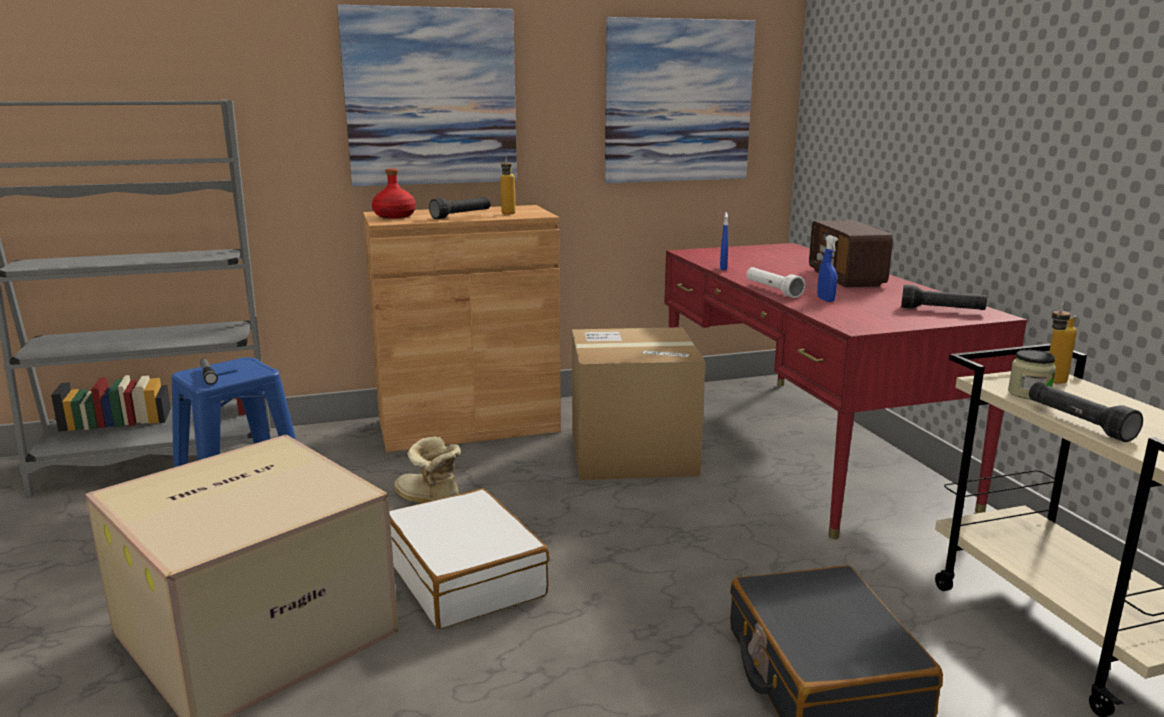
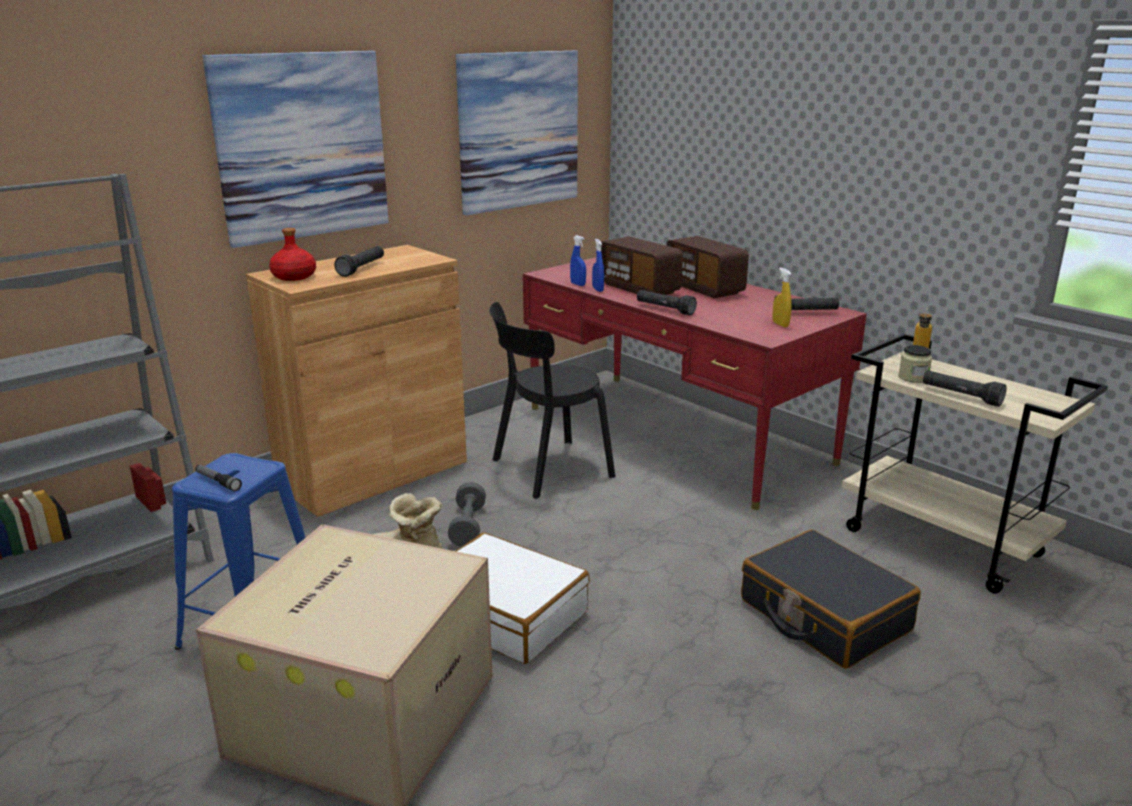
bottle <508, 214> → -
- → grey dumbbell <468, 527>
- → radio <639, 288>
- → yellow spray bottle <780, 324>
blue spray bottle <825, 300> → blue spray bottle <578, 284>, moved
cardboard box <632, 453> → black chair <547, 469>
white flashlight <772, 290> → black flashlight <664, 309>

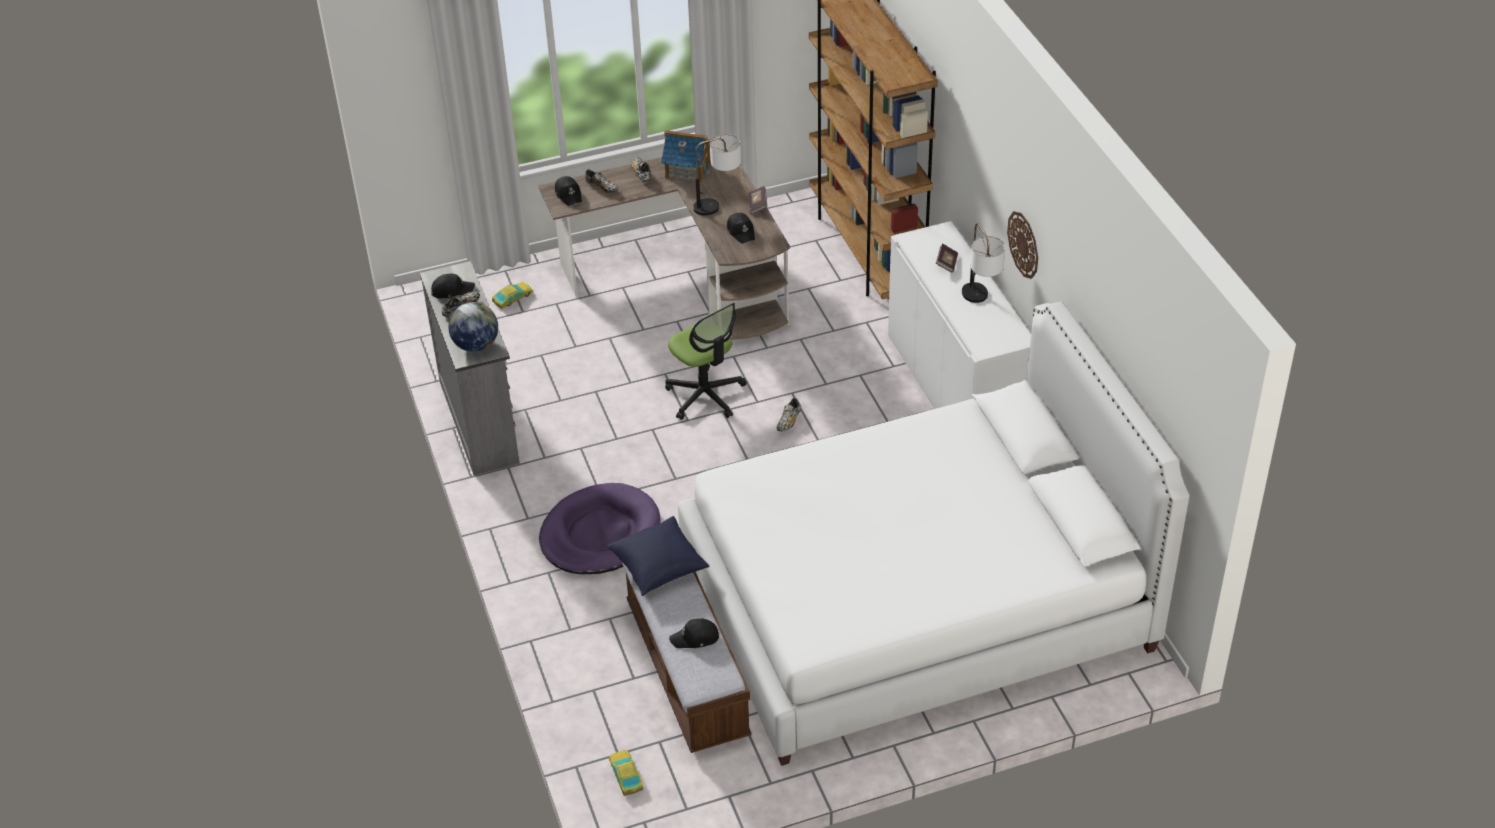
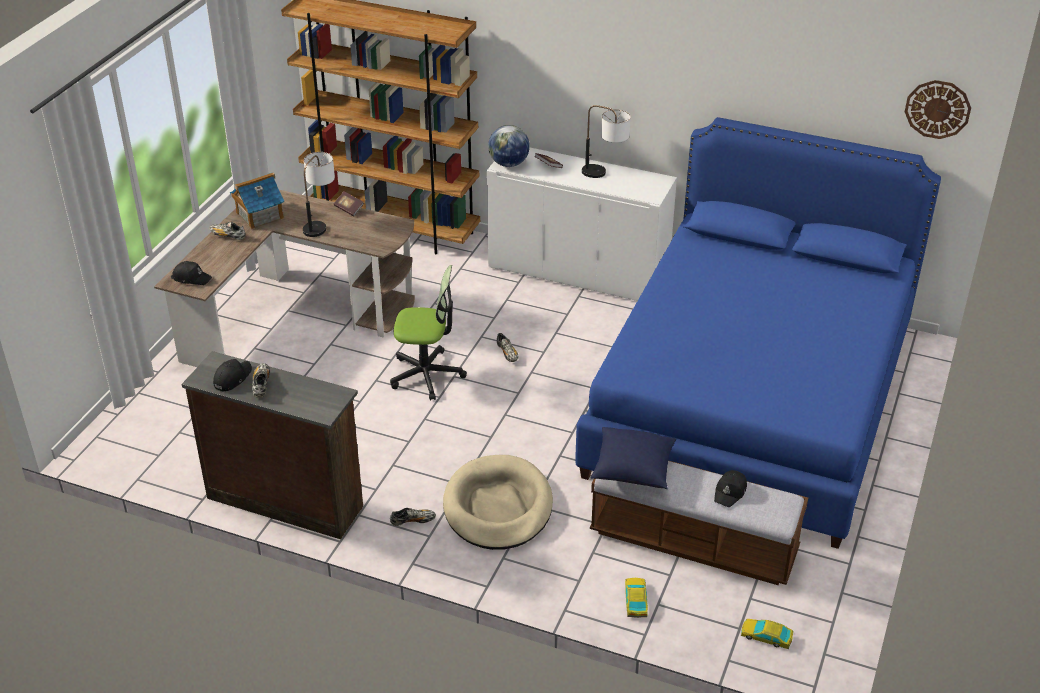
black cap <741, 231> → -
globe <476, 345> → globe <508, 164>, moved
toy car <512, 298> → toy car <635, 600>, moved
shoe <602, 187> → shoe <413, 521>, moved
wall clock <1024, 244> → wall clock <937, 109>, moved
grey dresser <481, 420> → brown dresser <285, 500>
purple dog bed <600, 534> → beige dog bed <498, 507>
white bed <915, 603> → blue bed <751, 400>

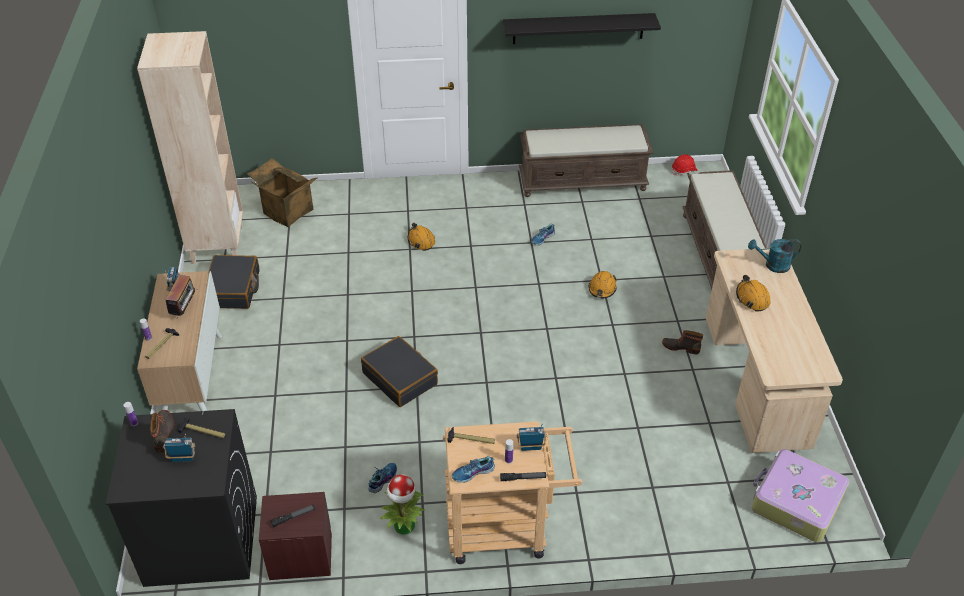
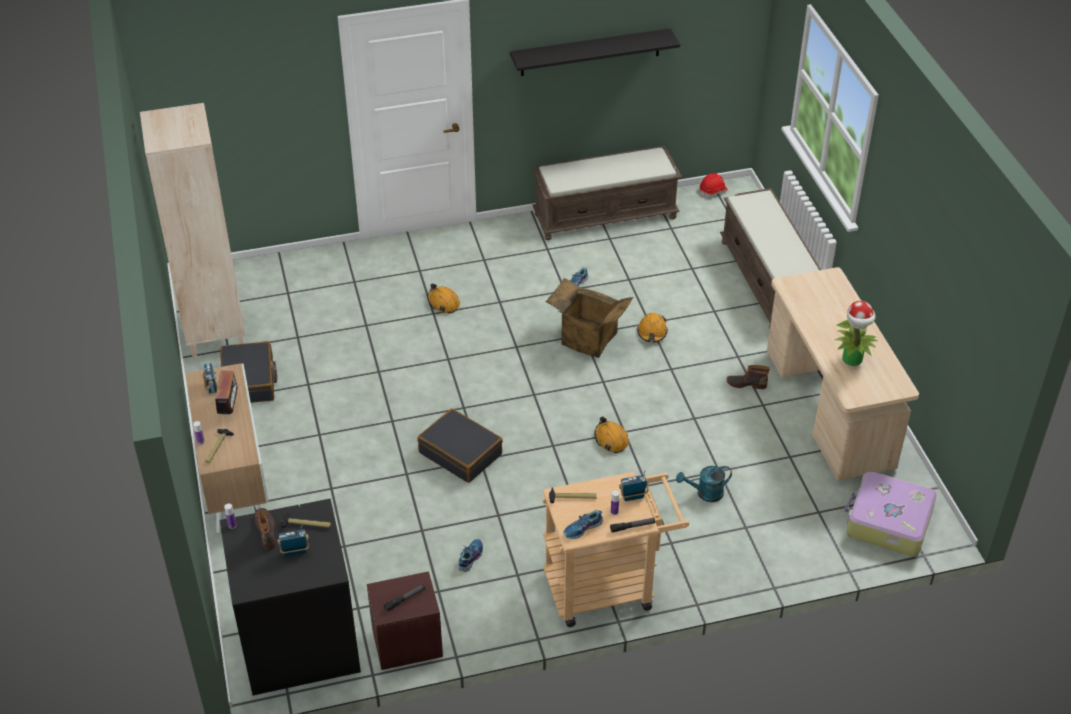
cardboard box <286, 212> → cardboard box <587, 340>, moved
potted plant <404, 526> → potted plant <852, 359>, moved
orange hard hat <752, 298> → orange hard hat <611, 439>, moved
turquoise watering can <772, 265> → turquoise watering can <705, 493>, moved

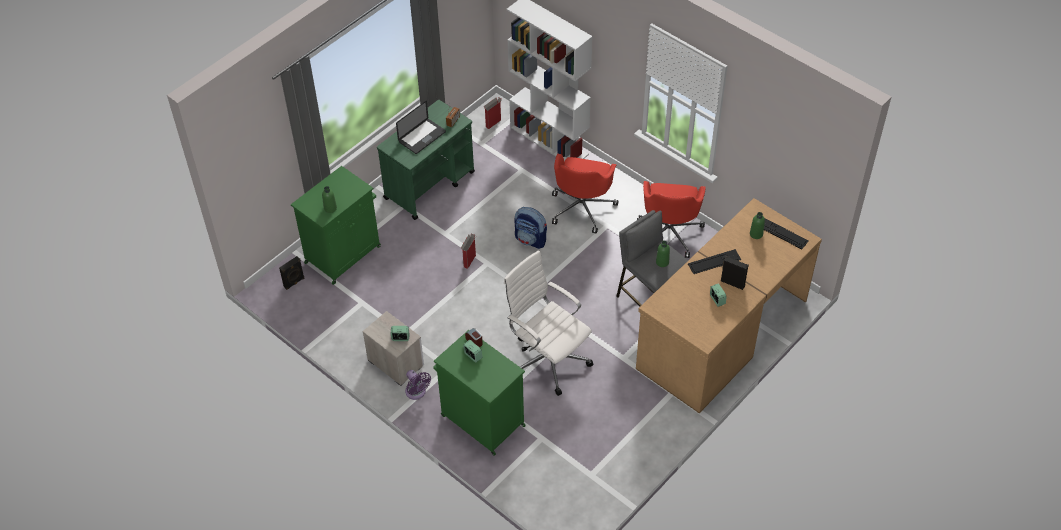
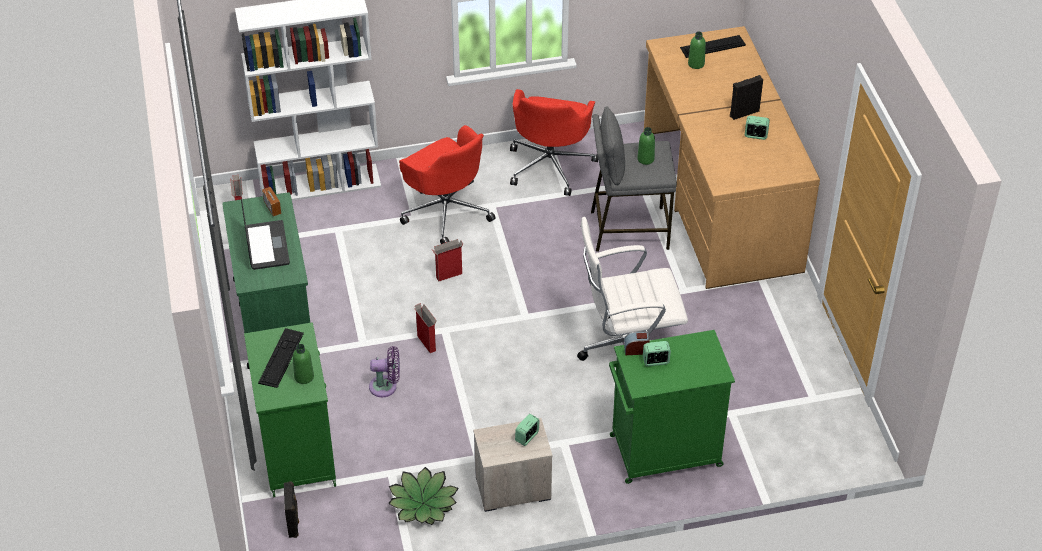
- → potted plant <423, 503>
purple fan <417, 392> → purple fan <386, 386>, moved
keyboard <714, 262> → keyboard <281, 358>, moved
backpack <531, 239> → cardboard box <448, 275>
red office chair <669, 232> → red office chair <550, 165>, 60 degrees clockwise

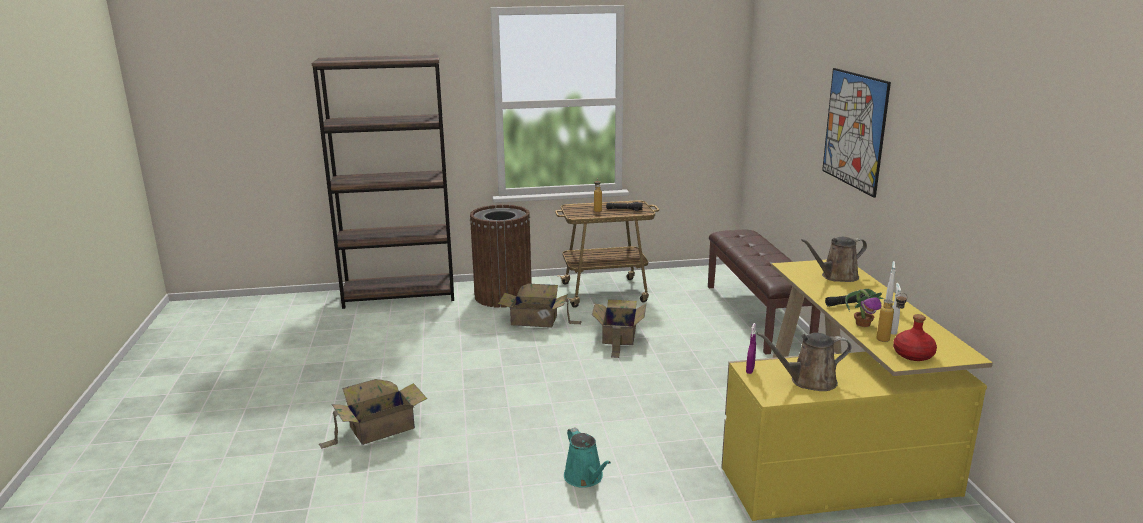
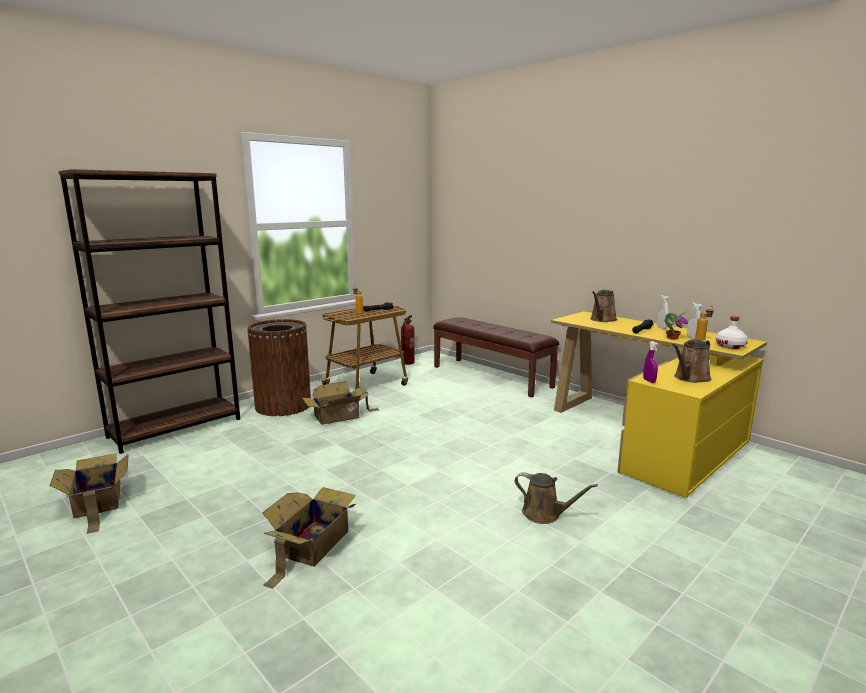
picture <854, 130> → -
- → fire extinguisher <407, 362>
cardboard box <618, 336> → cardboard box <97, 502>, moved
turquoise watering can <585, 478> → brown watering can <545, 514>
red bottle <913, 355> → white bottle <730, 346>

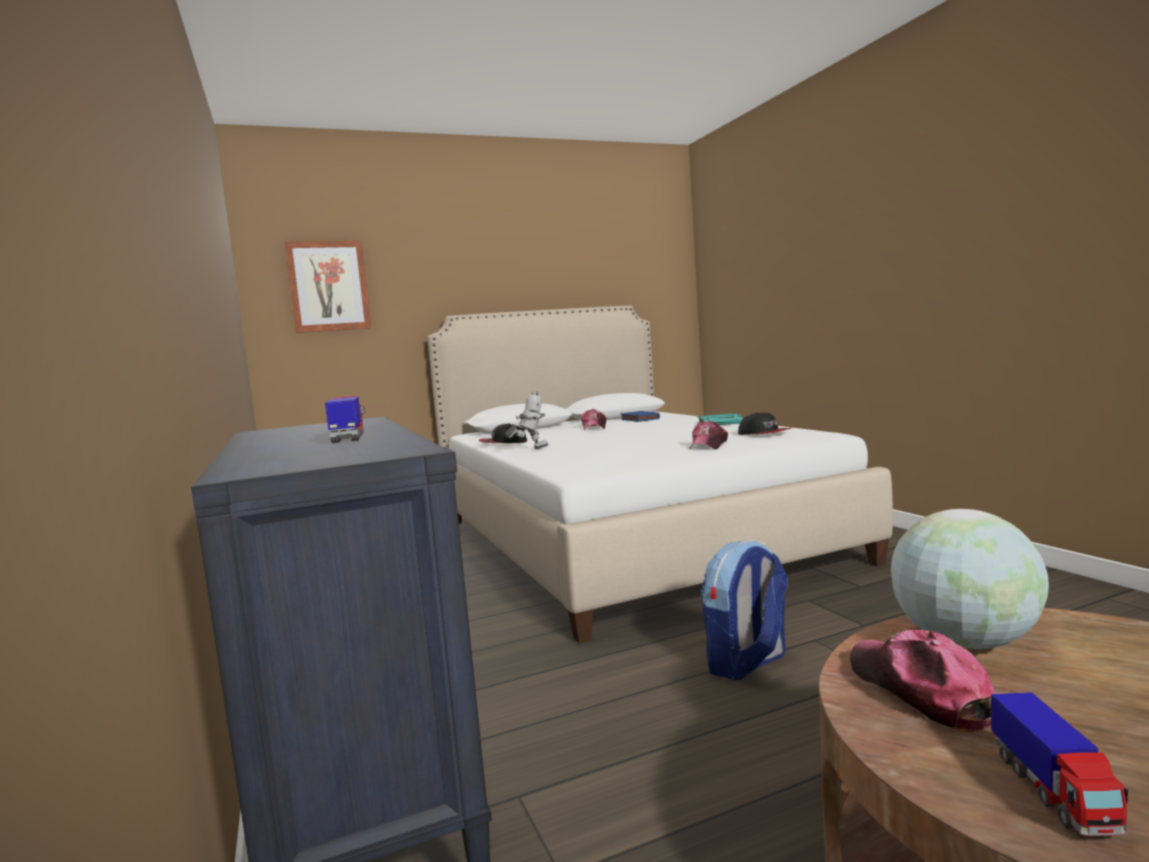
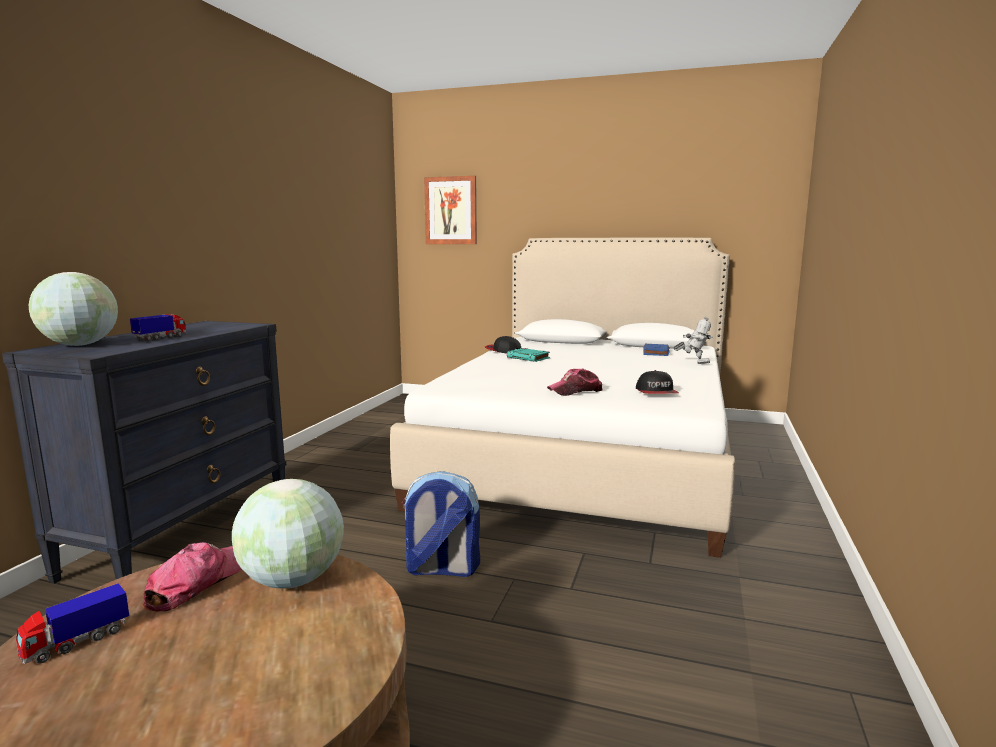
cap <594, 427> → -
- → globe <80, 345>
toy robot <530, 449> → toy robot <693, 363>, moved
turquoise book <720, 423> → turquoise book <528, 358>, moved

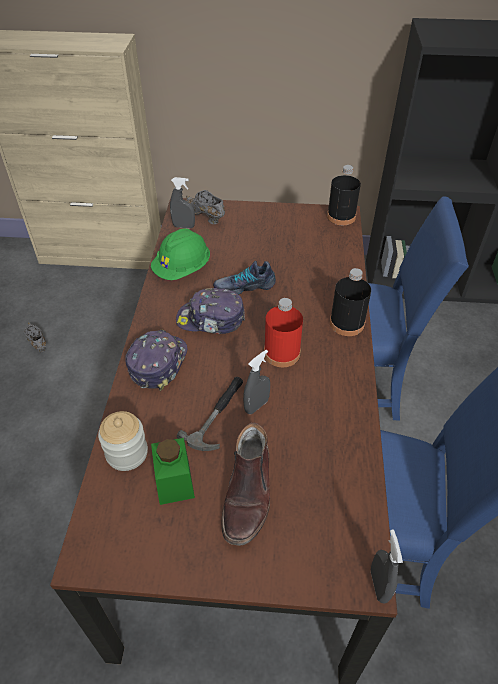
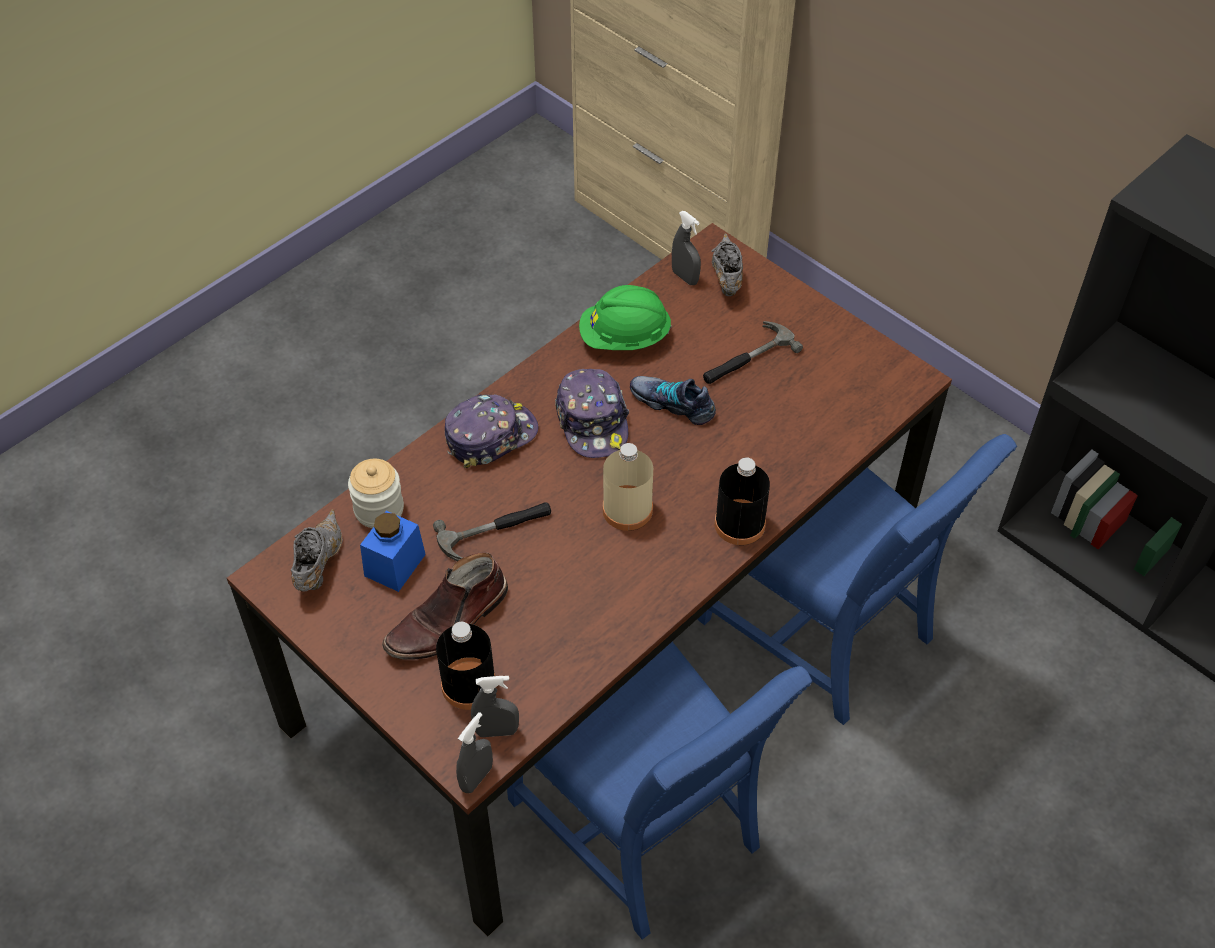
- → hammer <746, 358>
grey shoe <37, 343> → grey shoe <318, 565>, moved
grey spray bottle <256, 405> → grey spray bottle <496, 731>, moved
black bottle <341, 216> → black bottle <468, 685>, moved
green jar <174, 481> → blue jar <395, 565>
red bottle <282, 353> → beige bottle <627, 510>
cap <211, 320> → cap <593, 421>, 150 degrees counterclockwise

